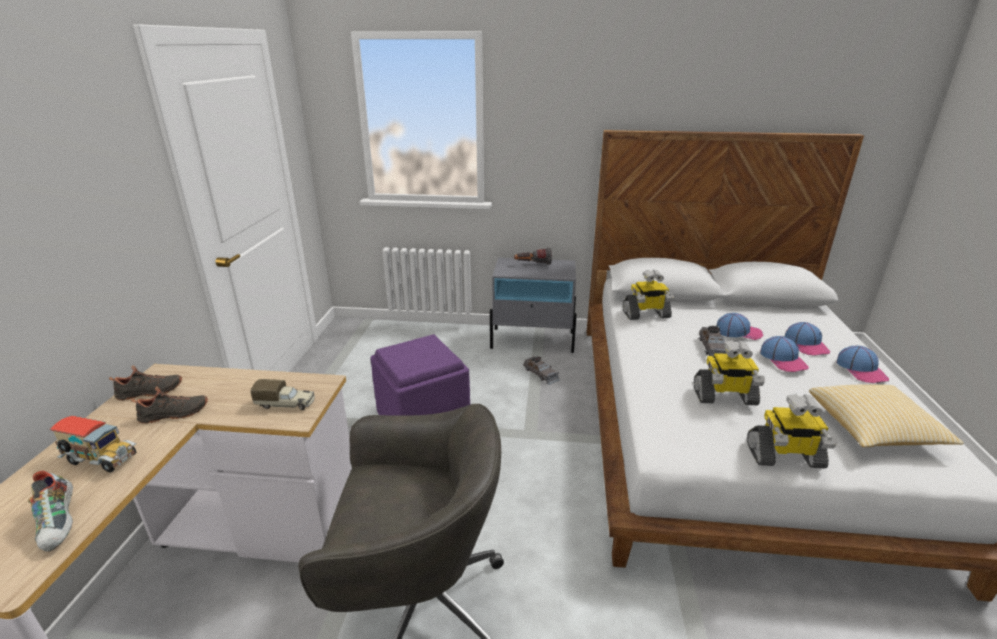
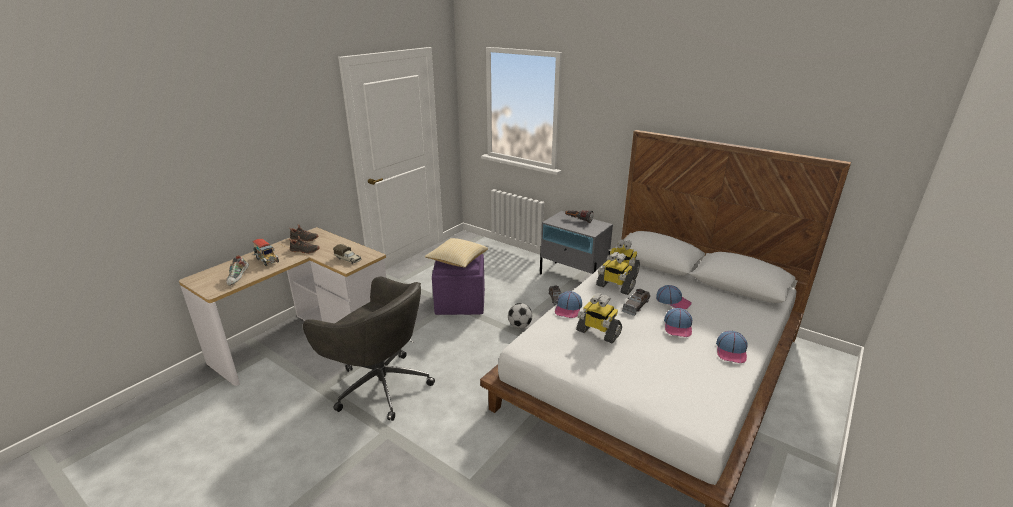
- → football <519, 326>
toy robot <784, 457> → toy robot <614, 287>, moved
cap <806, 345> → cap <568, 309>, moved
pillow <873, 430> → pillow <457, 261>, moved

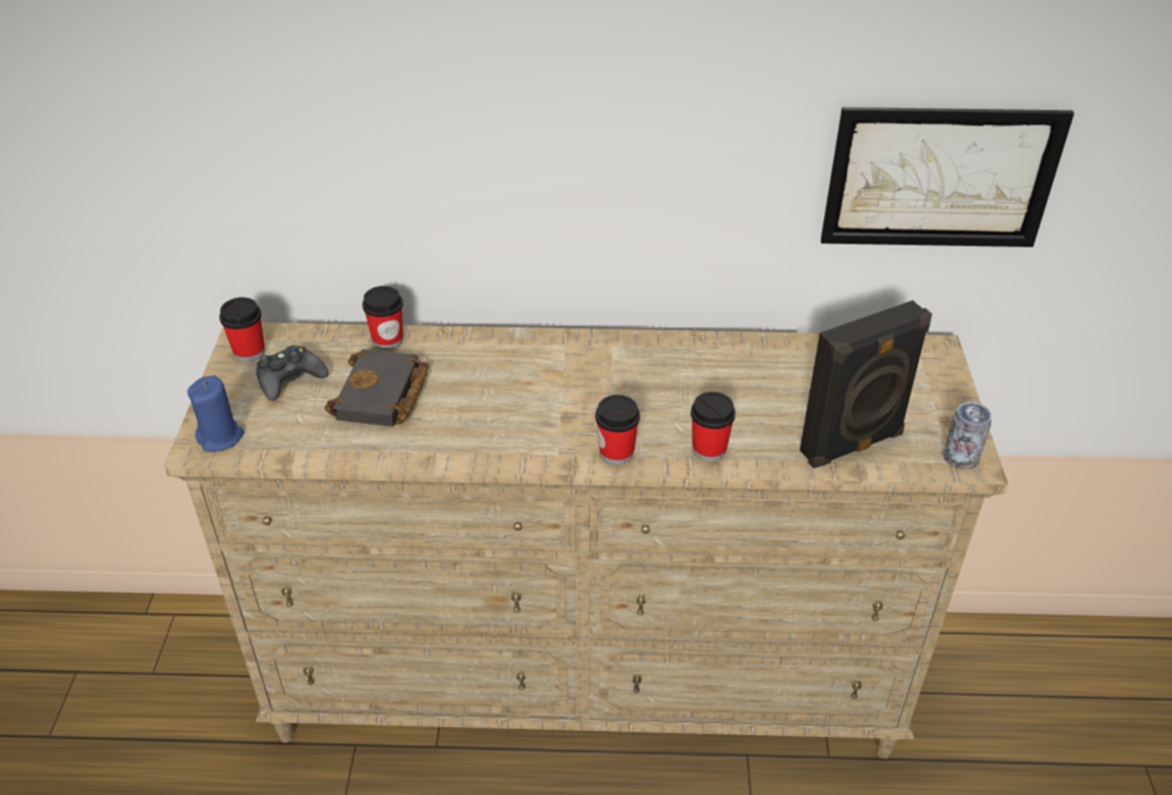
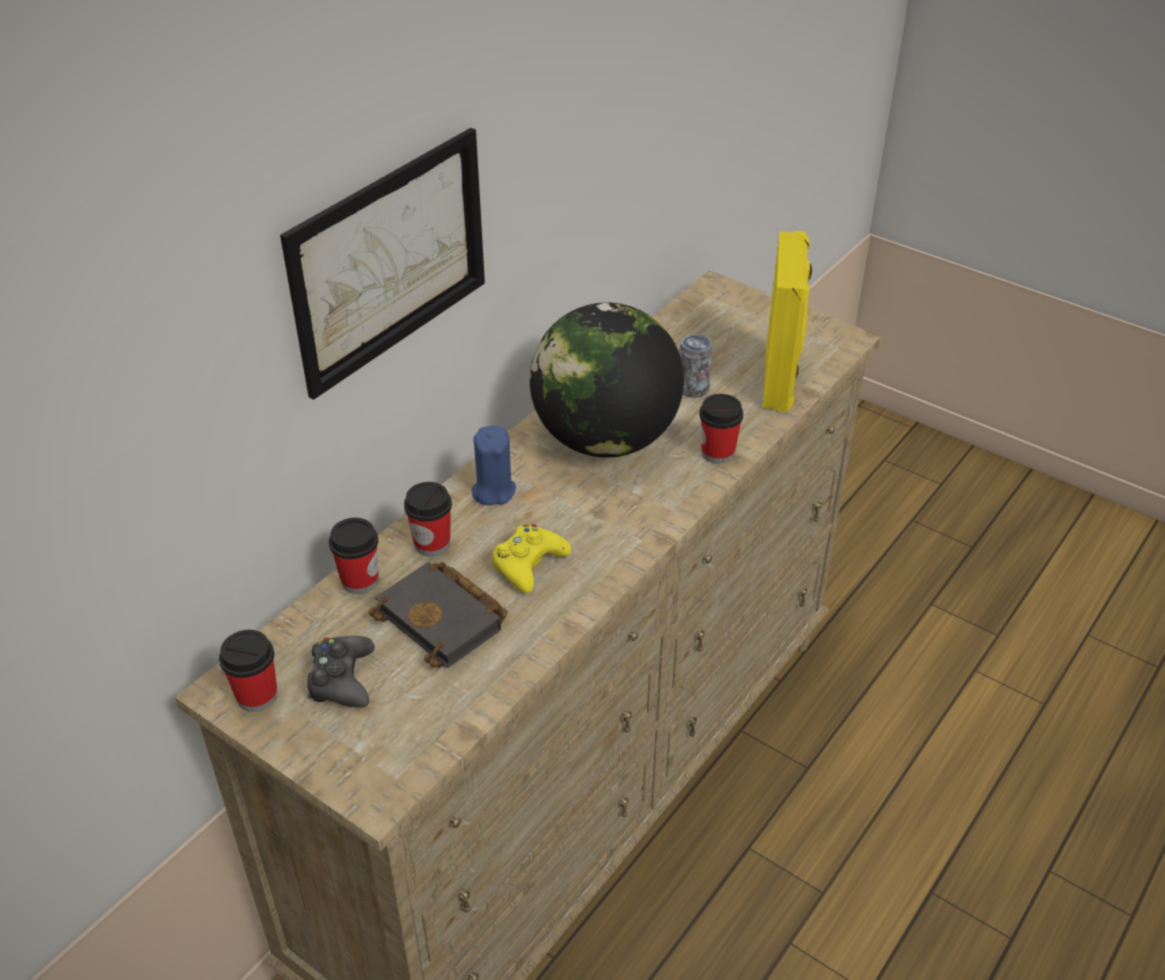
- → yellow game controller <528, 564>
- → globe <605, 440>
blue candle <221, 437> → blue candle <493, 491>, moved
cup <616, 453> → cup <432, 543>, moved
picture <940, 178> → picture <390, 260>, moved
can <960, 458> → can <693, 389>, moved
black speaker <853, 445> → yellow speaker <780, 380>

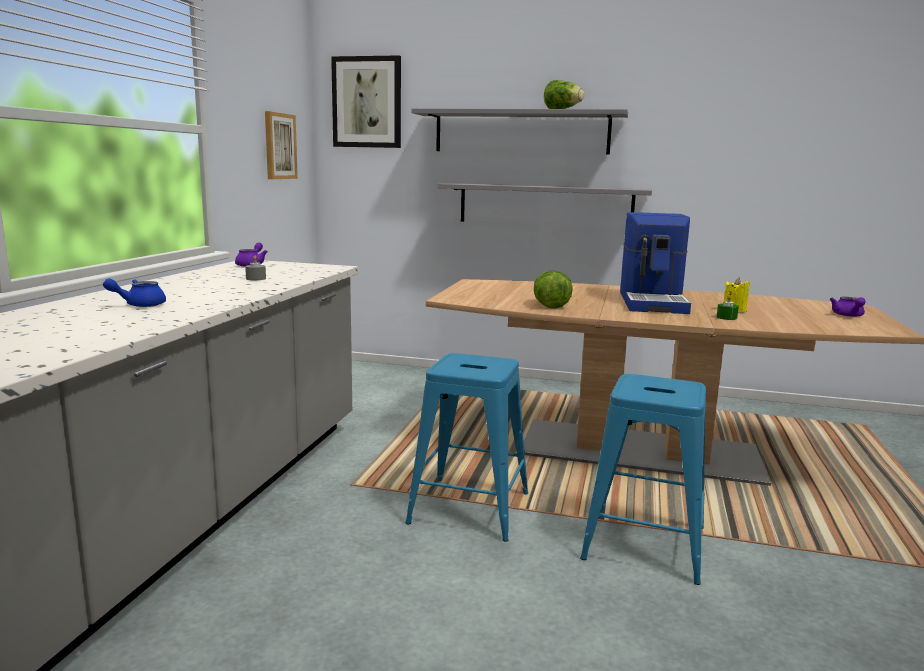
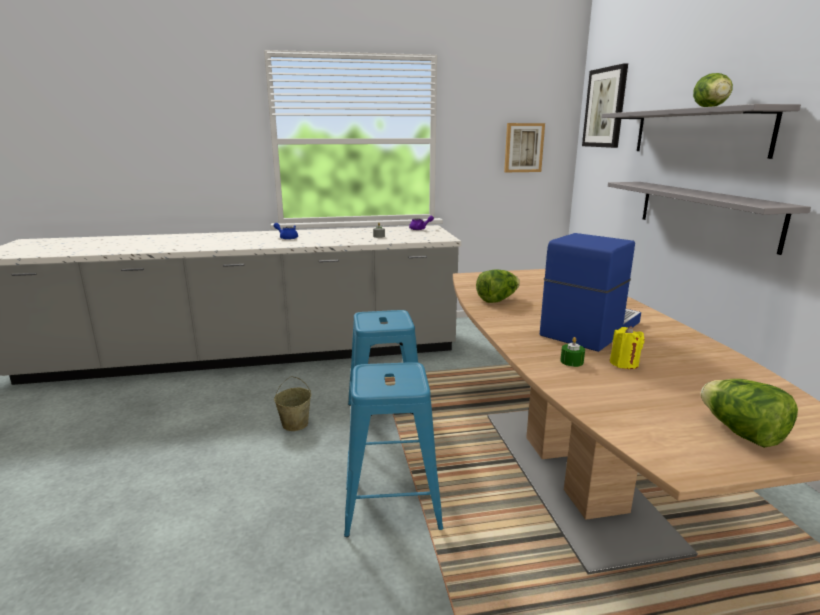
- → beige bucket <295, 424>
purple teapot <848, 316> → lettuce <741, 433>
coffee machine <653, 302> → coffee machine <588, 329>, 150 degrees clockwise

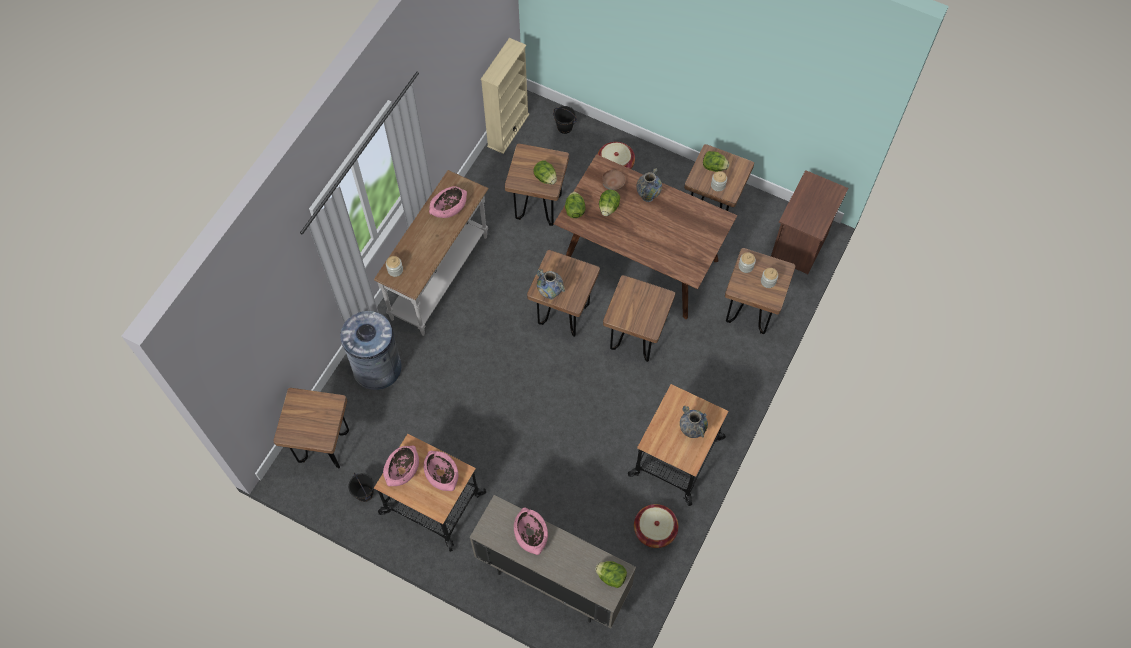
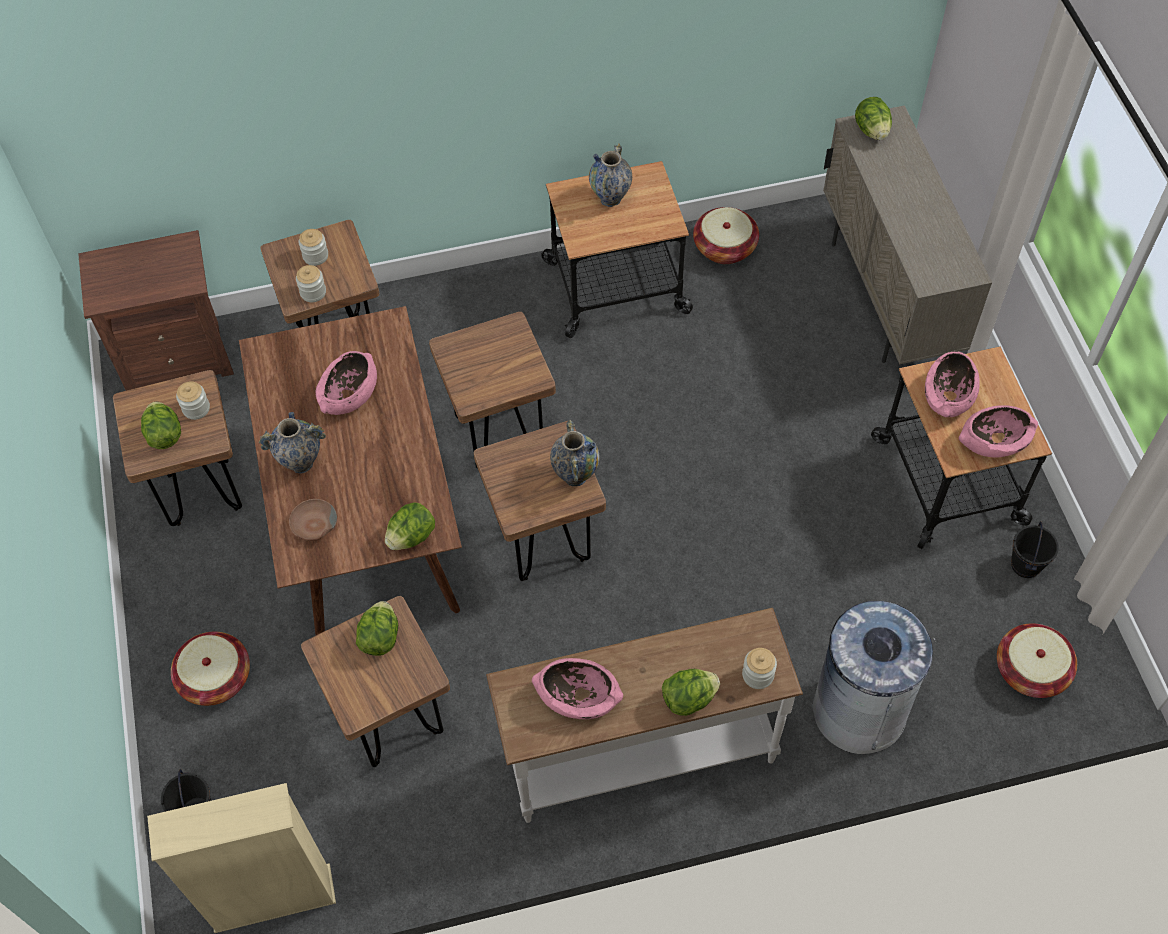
pink bowl <530, 534> → pink bowl <349, 394>, moved
lettuce <608, 208> → lettuce <688, 699>, moved
brown stool <324, 447> → basket <1030, 670>

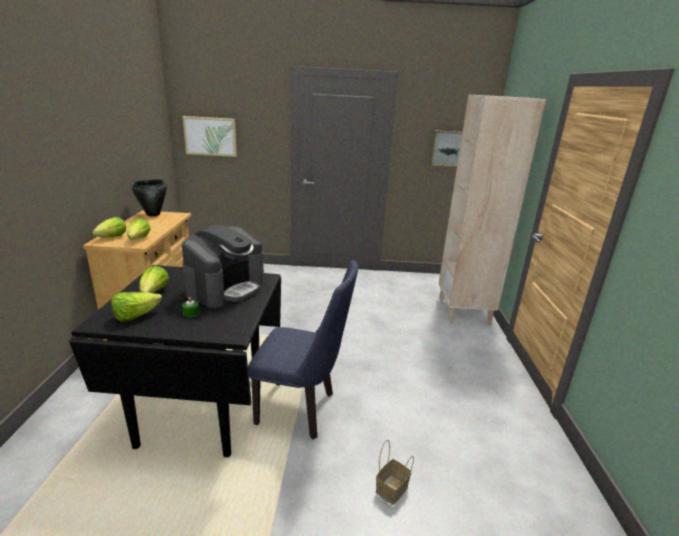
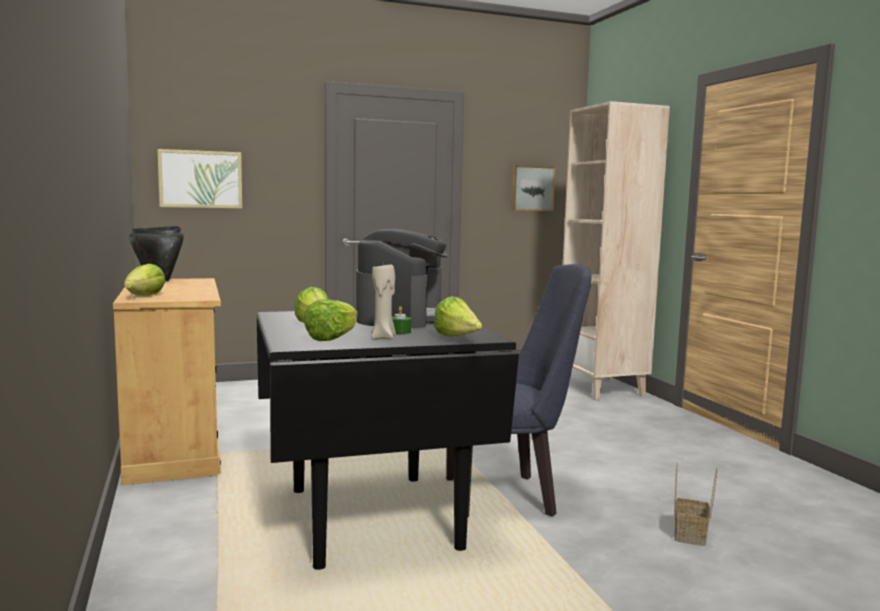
- → beige candle <383, 338>
lettuce <138, 239> → lettuce <458, 338>, moved

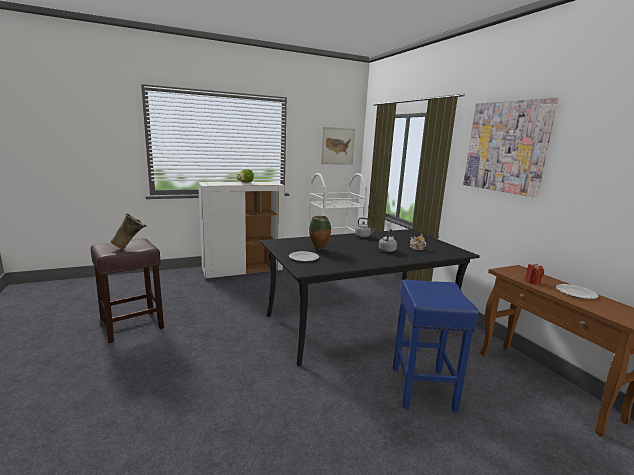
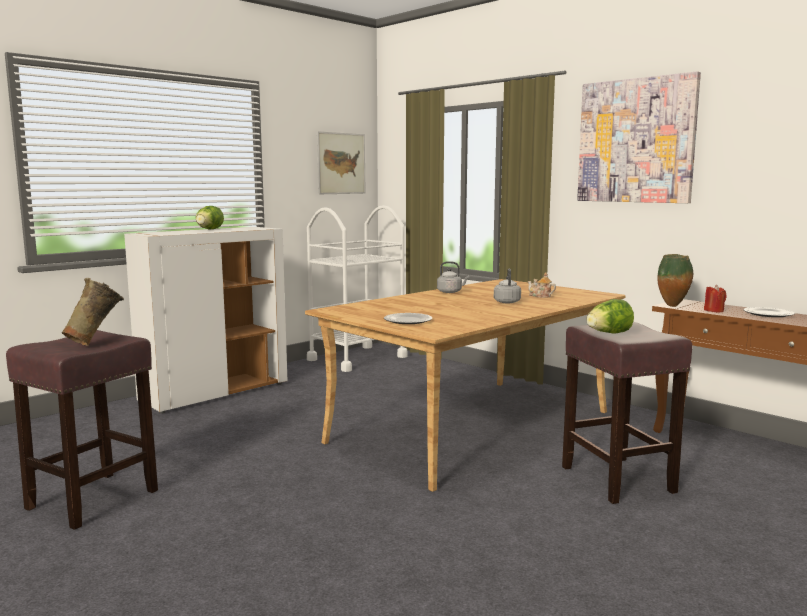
- → lettuce <608, 333>
vase <319, 250> → vase <673, 306>, moved
black dining table <361, 323> → beige dining table <473, 427>
blue stool <423, 389> → brown stool <619, 480>

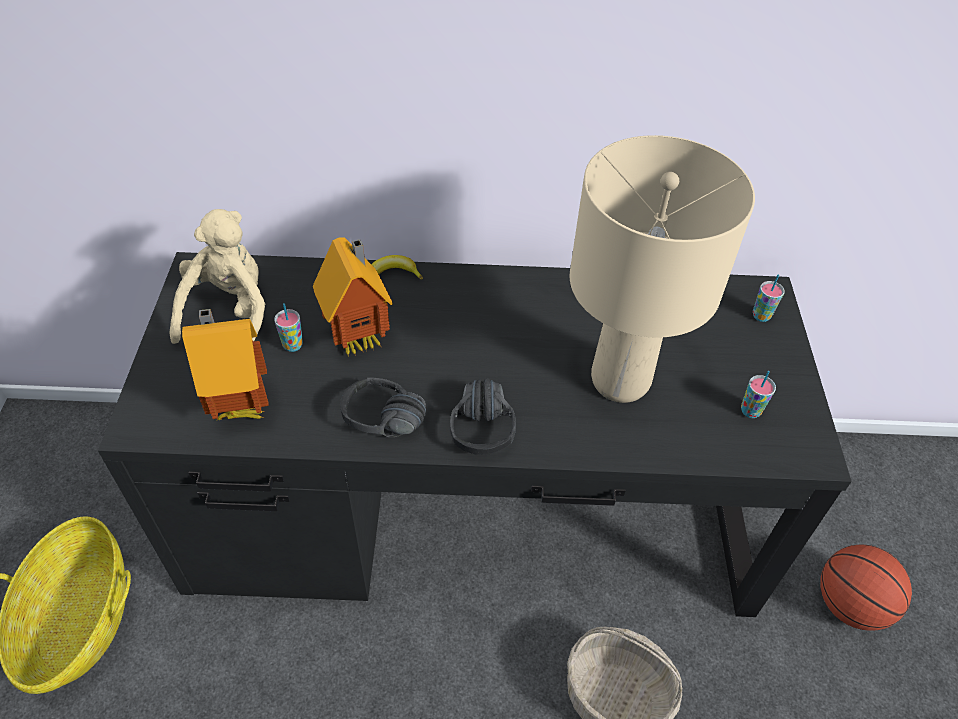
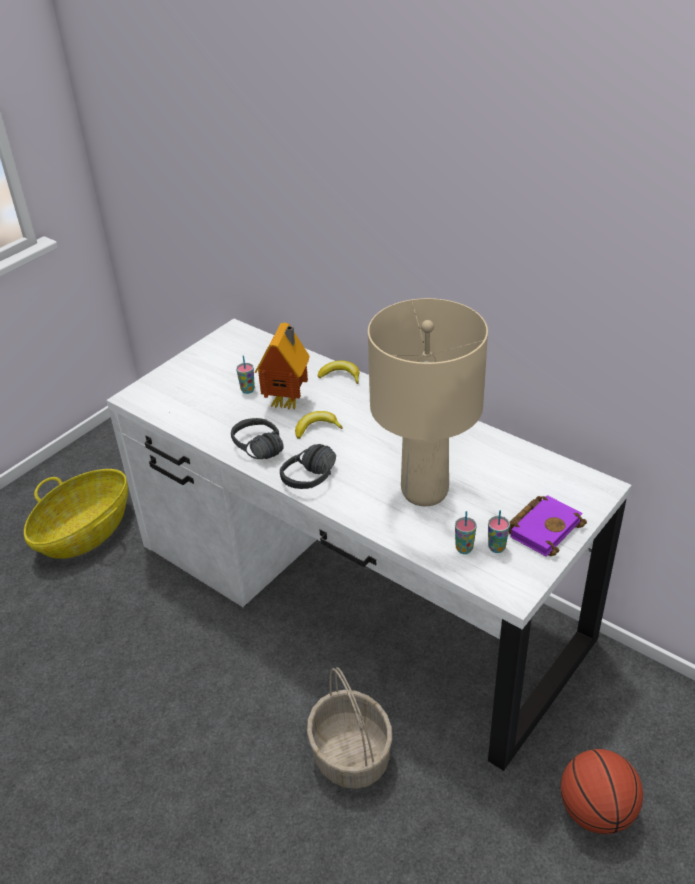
beige plush toy <230, 314> → -
toy house <241, 406> → -
- → banana <316, 428>
- → purple book <544, 527>
cup <761, 316> → cup <464, 549>, moved
black desk <472, 509> → white desk <357, 591>

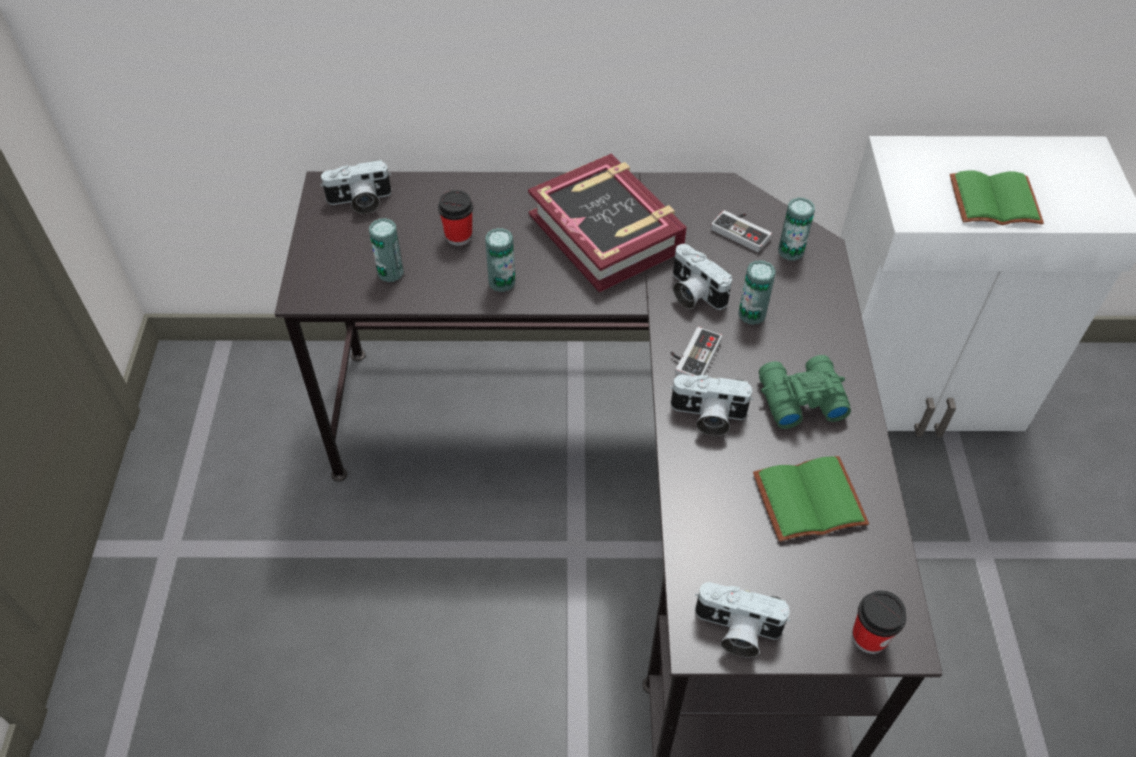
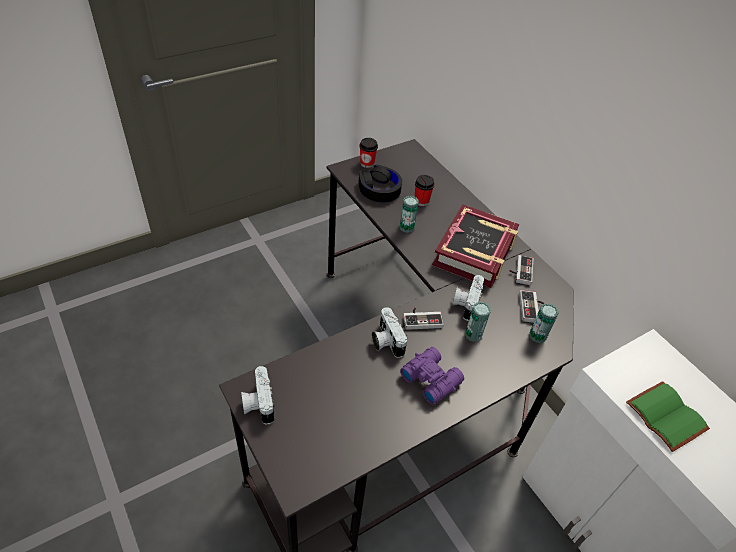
photo camera <360, 202> → -
green book <809, 497> → -
- → game controller <520, 271>
cup <869, 637> → cup <367, 163>, moved
can <390, 272> → black headphones <379, 189>
green binoculars <799, 398> → purple binoculars <430, 378>

